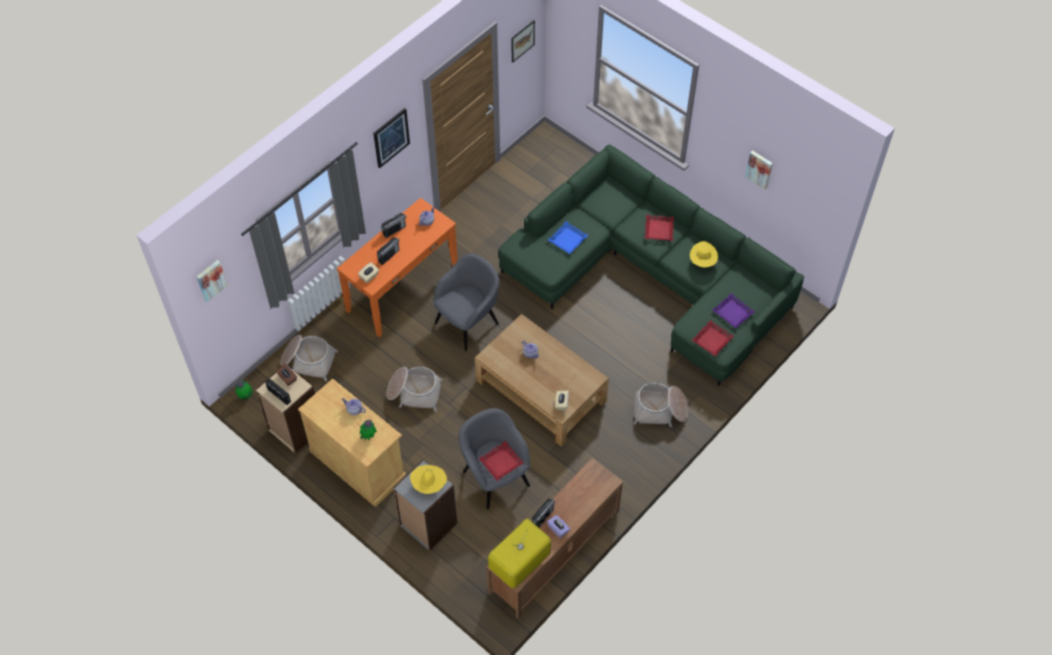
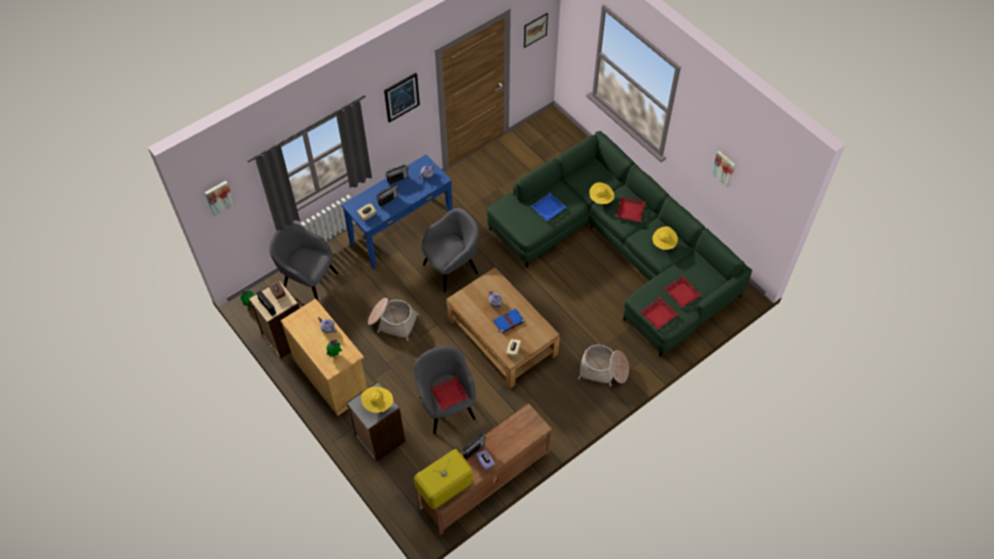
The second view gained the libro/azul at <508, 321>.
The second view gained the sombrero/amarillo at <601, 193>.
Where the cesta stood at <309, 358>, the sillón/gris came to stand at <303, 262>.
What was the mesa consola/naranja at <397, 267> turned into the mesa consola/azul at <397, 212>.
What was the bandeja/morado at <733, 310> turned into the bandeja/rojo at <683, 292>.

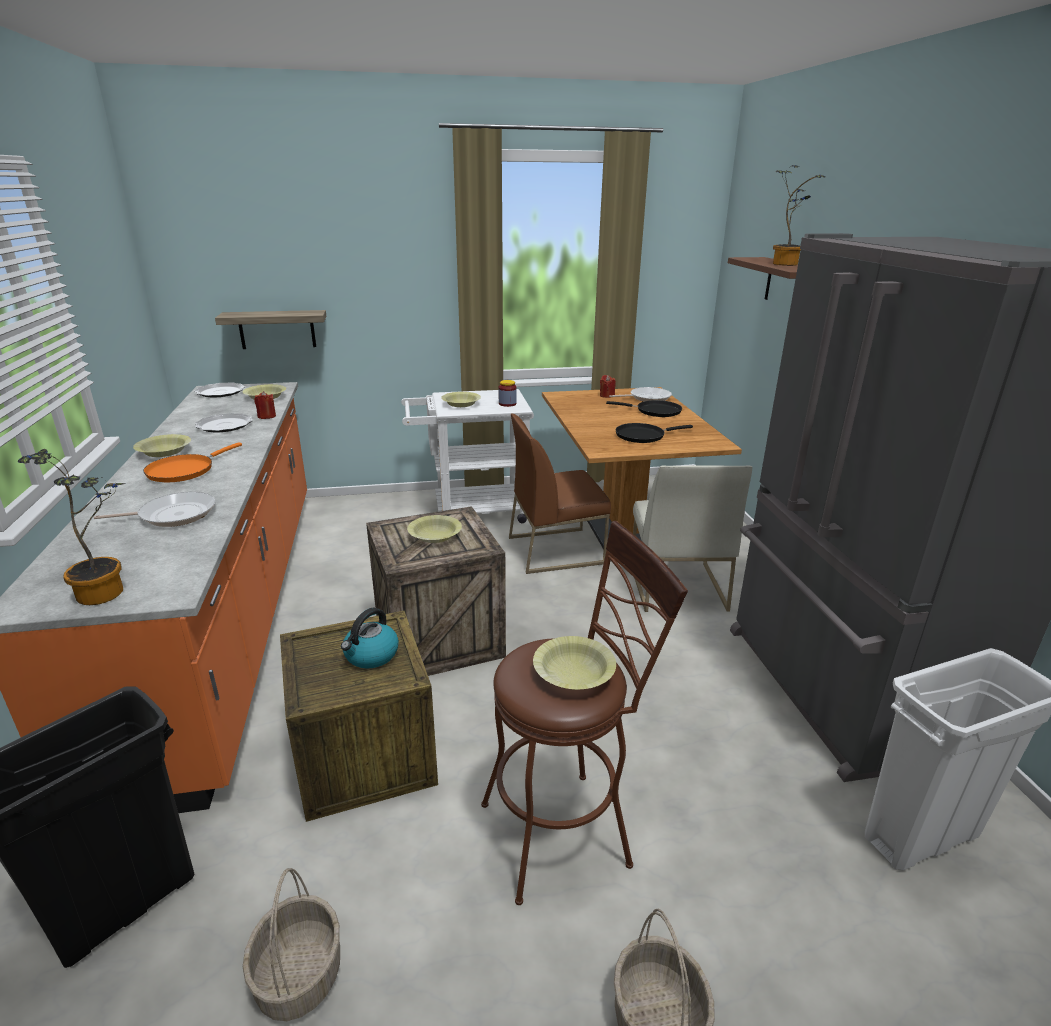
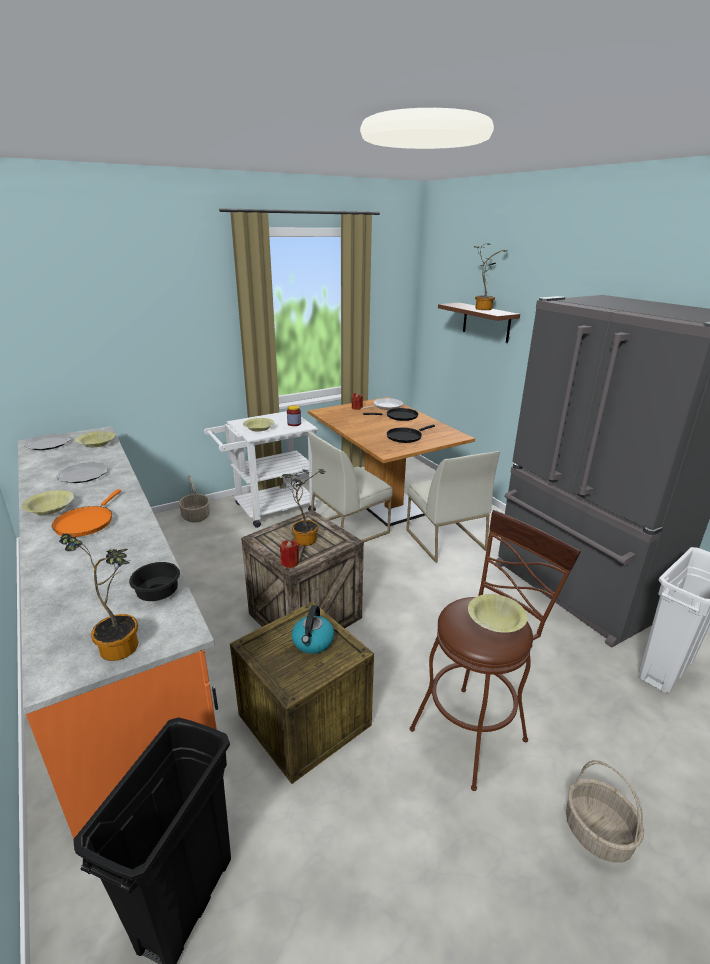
The second view lost the sartén at <154, 509>.
The second view lost the estante at <271, 329>.
The second view gained the cuenco/negro at <154, 581>.
The cesta ended up elsewhere, having gone from <291, 944> to <194, 499>.
The vela/rojo ended up elsewhere, having gone from <265, 405> to <289, 554>.
Where the cuenco/amarillo stood at <434, 529>, the planta en maceta came to stand at <303, 507>.
What was the silla/marrón at <560, 494> turned into the silla/blanco at <350, 487>.

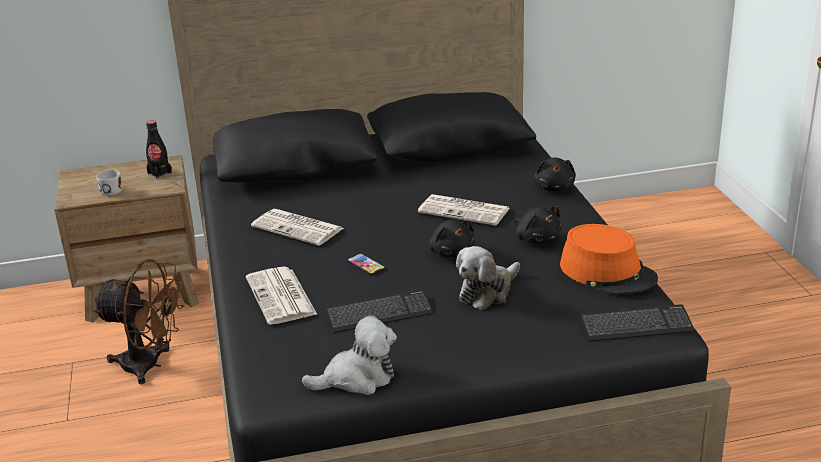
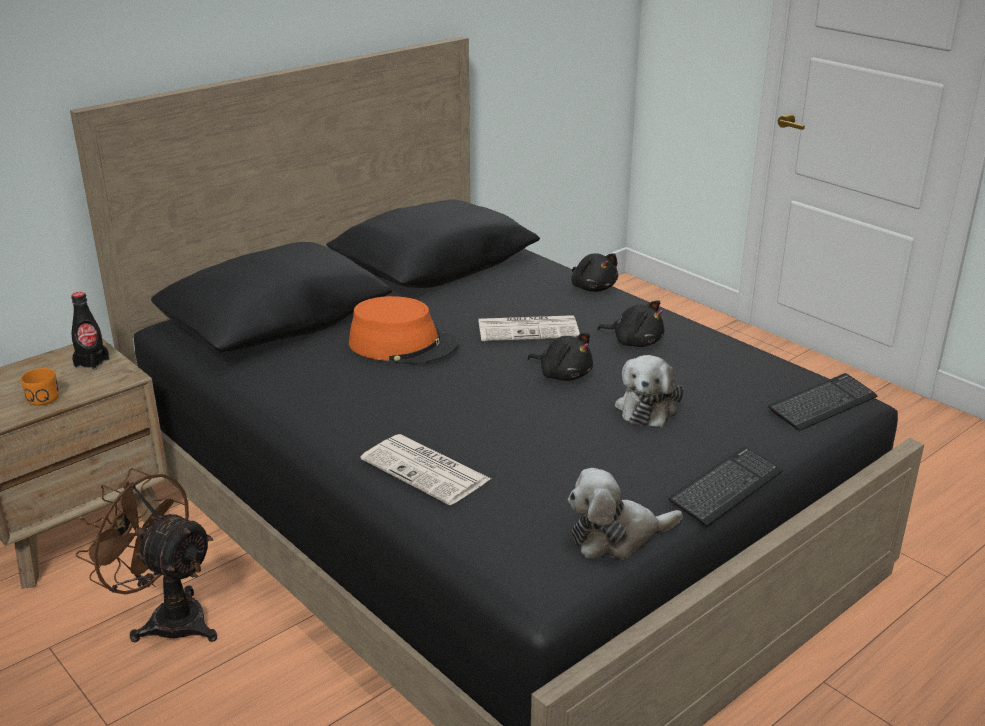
The second view lost the periódico at <297, 227>.
The second view lost the móvil at <366, 264>.
The teclado ended up elsewhere, having gone from <379, 311> to <725, 486>.
The sombrero/naranja ended up elsewhere, having gone from <609, 259> to <404, 330>.
What was the taza grande/blanco at <109, 183> turned into the taza grande/naranja at <40, 387>.
The ventilador/marrón at <138, 321> ended up facing another way, 135 degrees counterclockwise from before.
The peluche at <349, 355> ended up facing another way, 150 degrees counterclockwise from before.

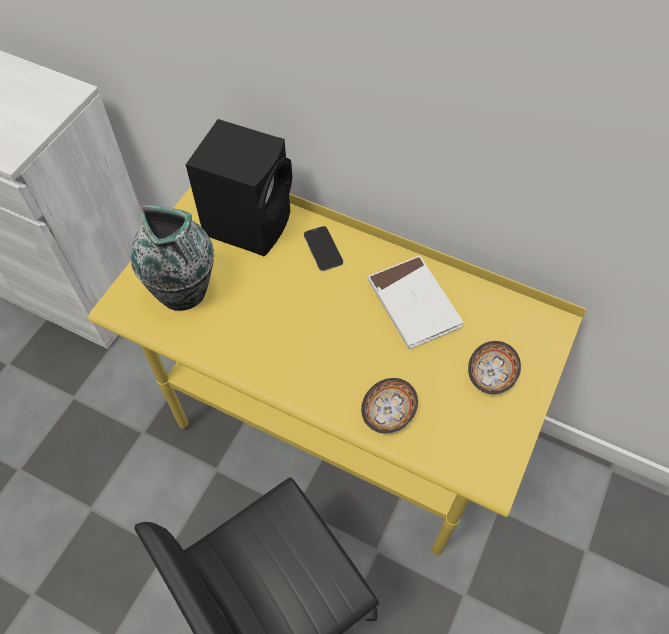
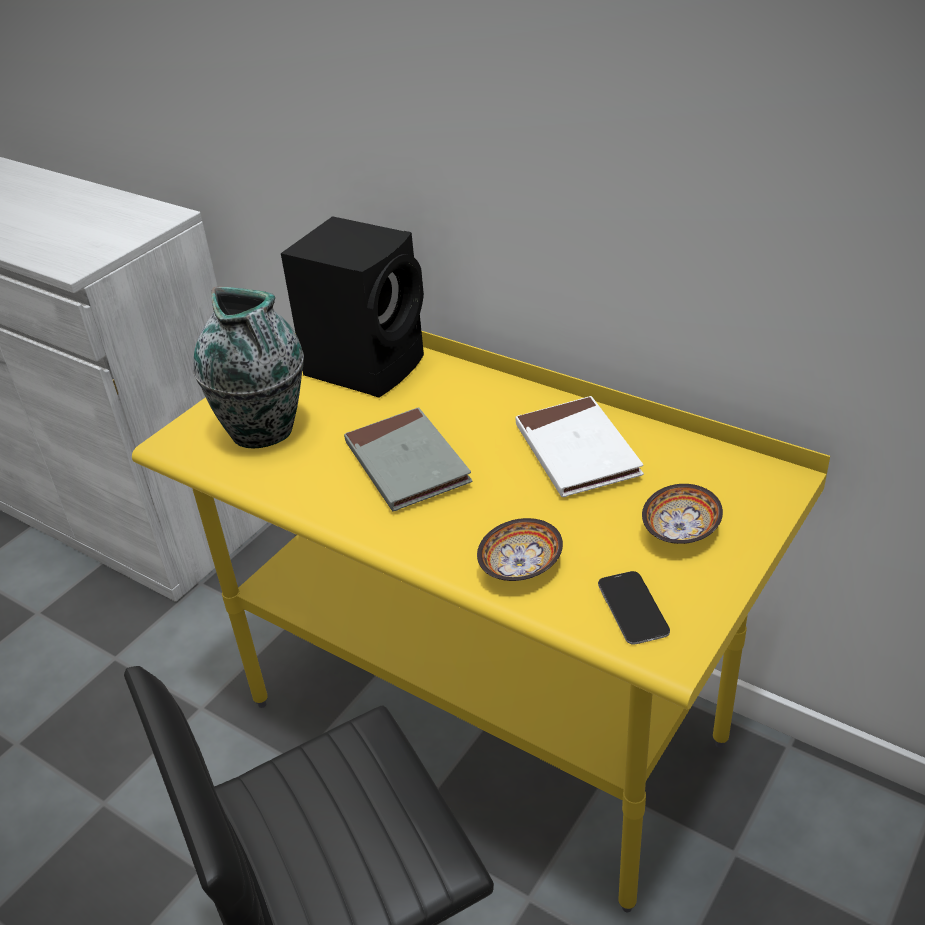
The second view gained the libro/gris at <408, 459>.
The móvil ended up elsewhere, having gone from <323, 248> to <634, 608>.

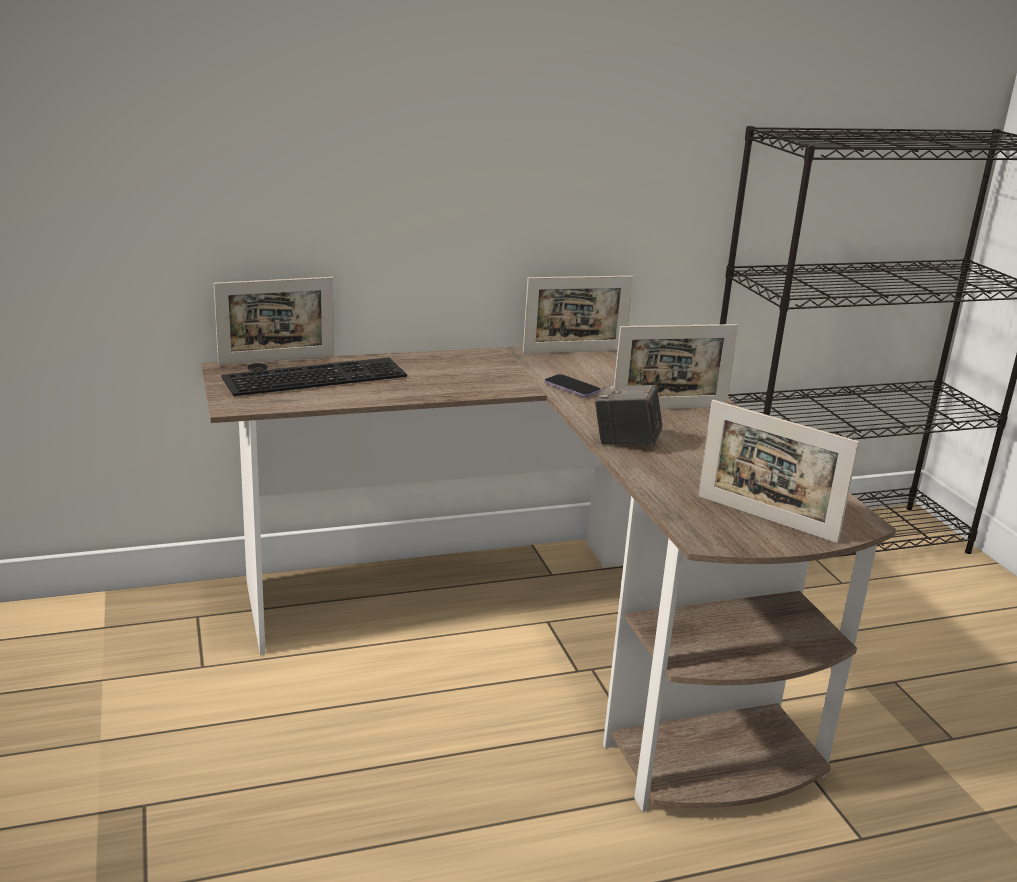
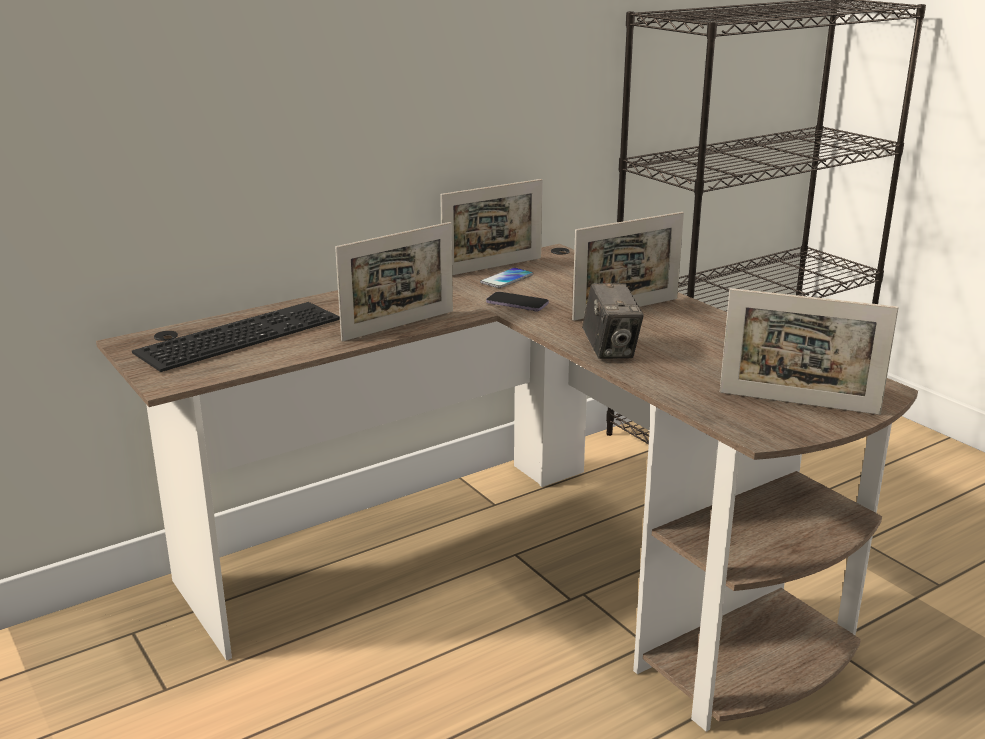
The second view gained the móvil at <506, 277>.
The portarretratos ended up elsewhere, having gone from <274, 321> to <394, 281>.
The cámara at <628, 415> ended up facing another way, 105 degrees counterclockwise from before.

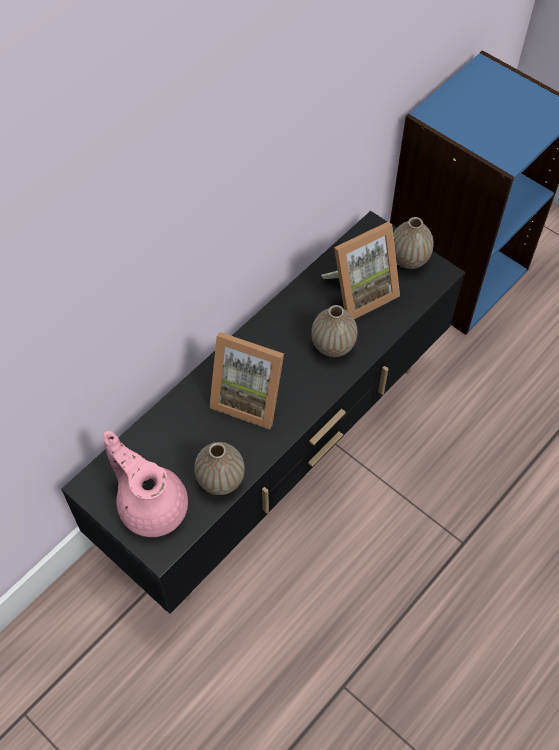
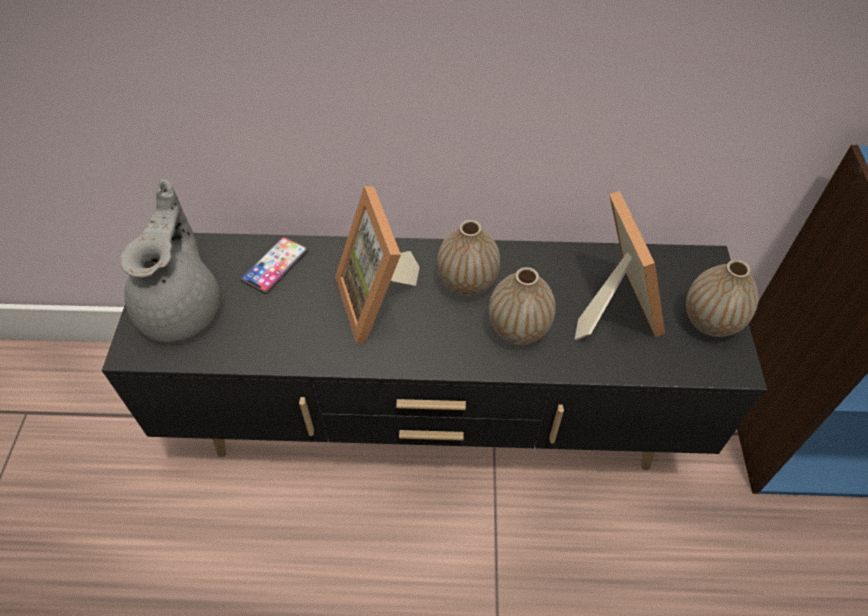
The second view gained the móvil at <274, 265>.
The florero ended up elsewhere, having gone from <219, 468> to <468, 258>.
What was the tetera/rosa at <145, 484> turned into the tetera/gris at <170, 260>.
The portarretratos at <360, 270> ended up facing another way, 120 degrees counterclockwise from before.

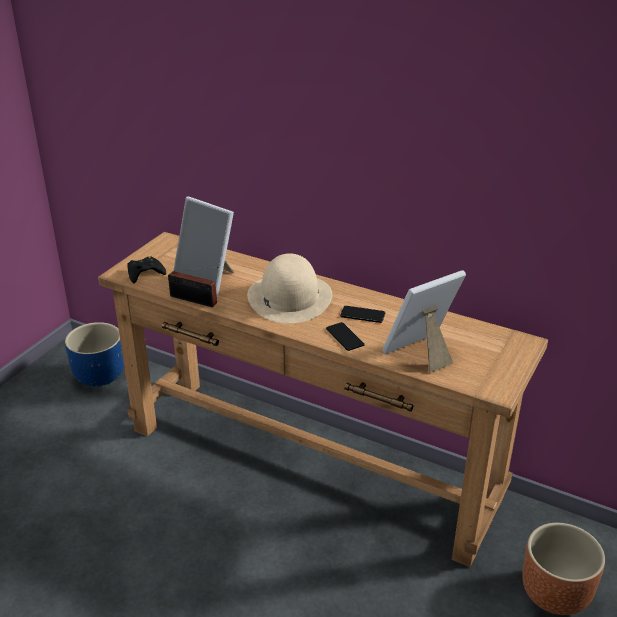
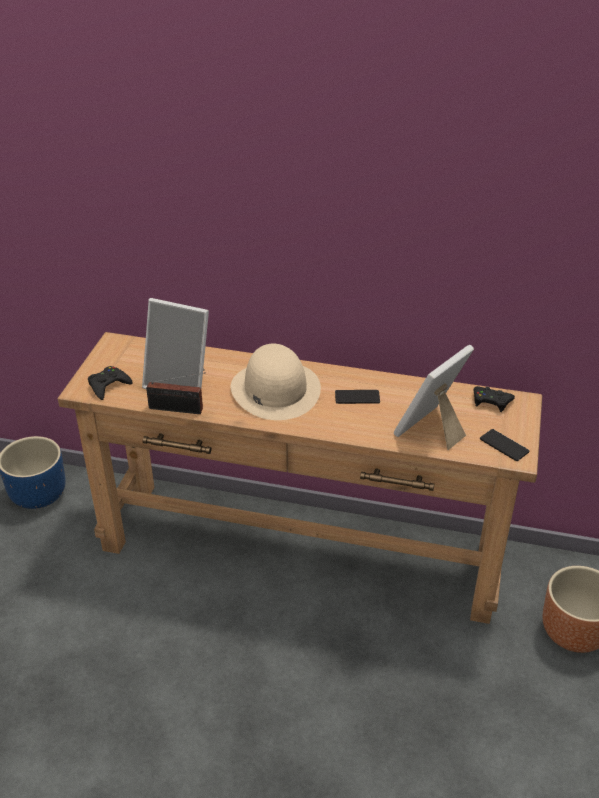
The second view gained the mando de consola/negro at <494, 399>.
The móvil ended up elsewhere, having gone from <345, 336> to <505, 445>.

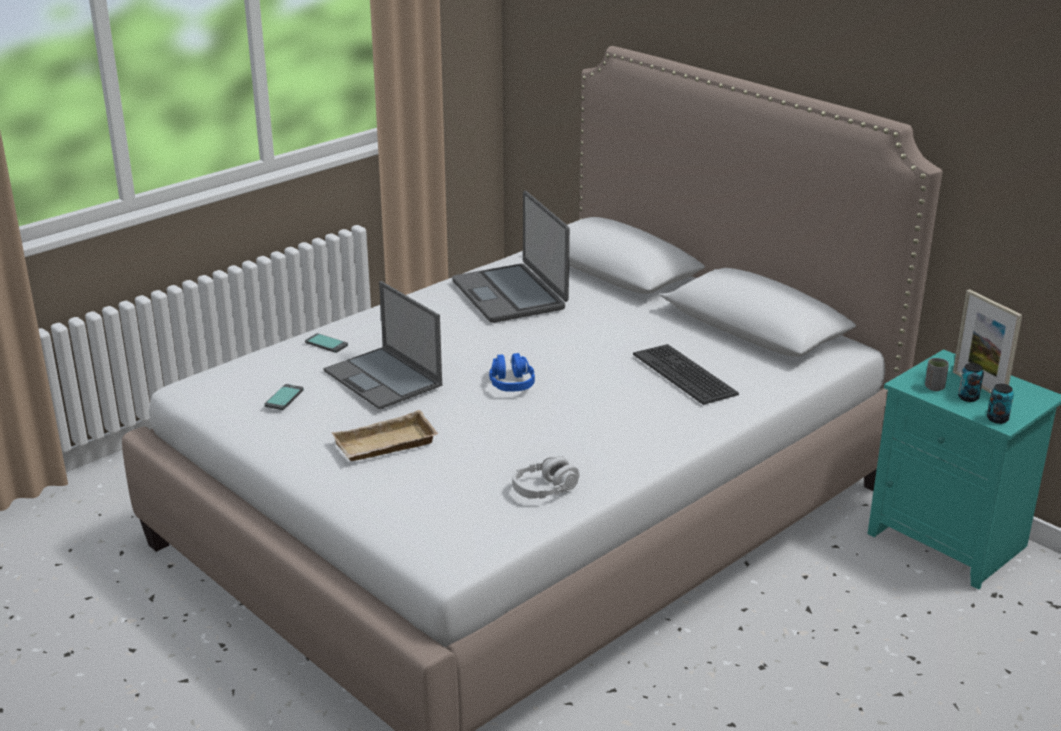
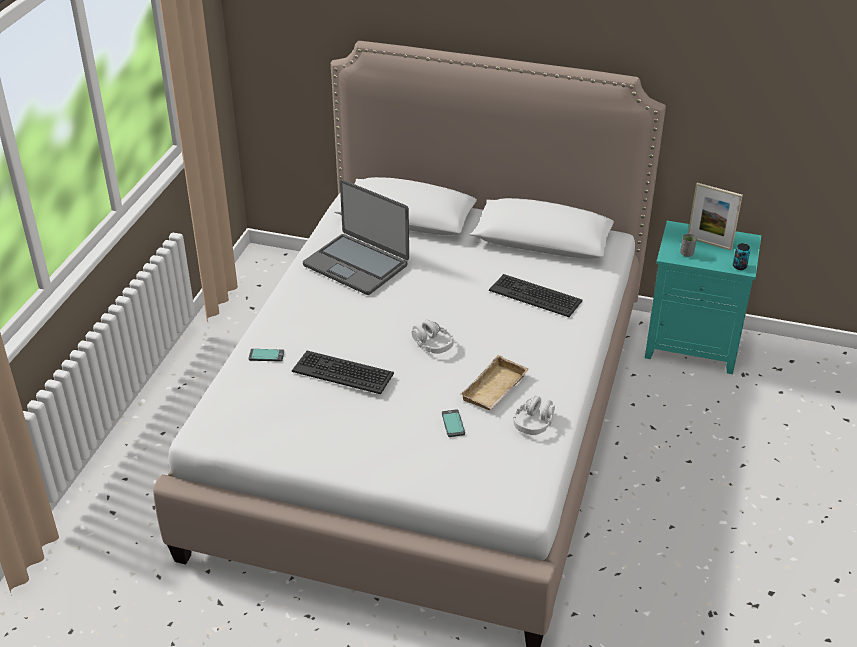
The second view lost the lata at <971, 382>.
The móvil ended up elsewhere, having gone from <284, 397> to <453, 423>.
The bandeja/beis ended up elsewhere, having gone from <384, 435> to <495, 382>.
Where the portátil stood at <382, 345>, the teclado came to stand at <343, 372>.
What was the auriculares/azul at <512, 372> turned into the auriculares/gris at <432, 336>.

